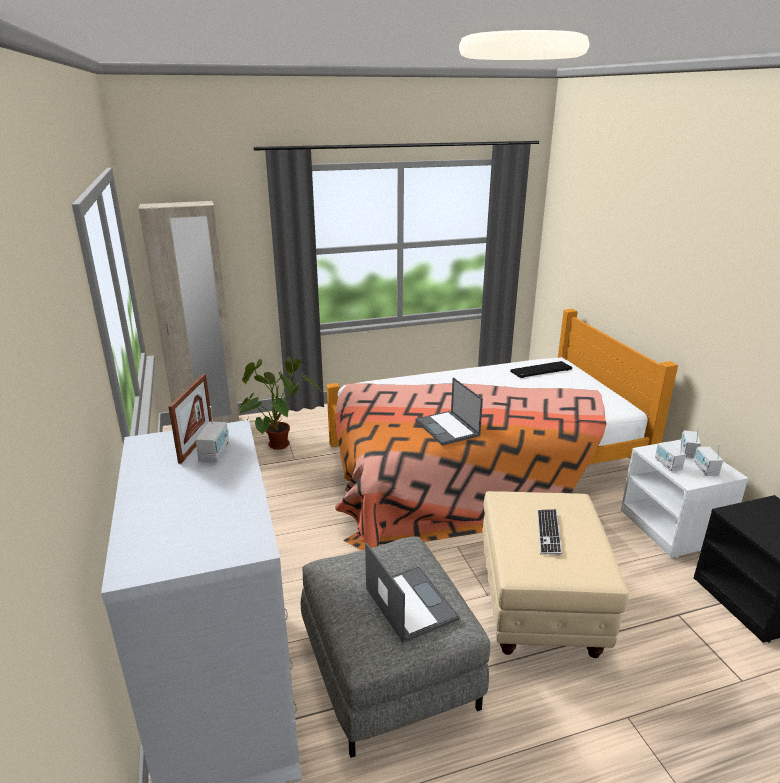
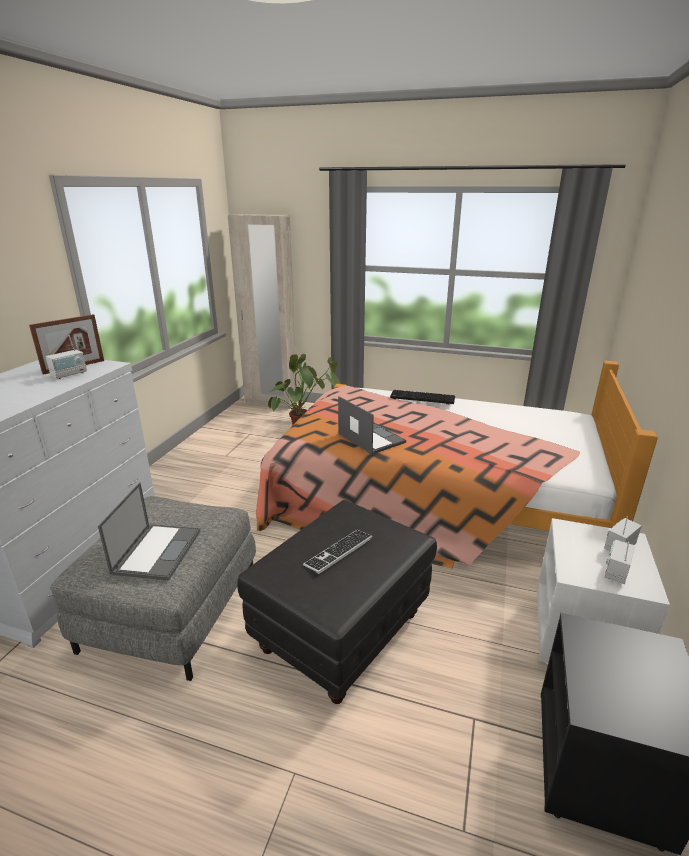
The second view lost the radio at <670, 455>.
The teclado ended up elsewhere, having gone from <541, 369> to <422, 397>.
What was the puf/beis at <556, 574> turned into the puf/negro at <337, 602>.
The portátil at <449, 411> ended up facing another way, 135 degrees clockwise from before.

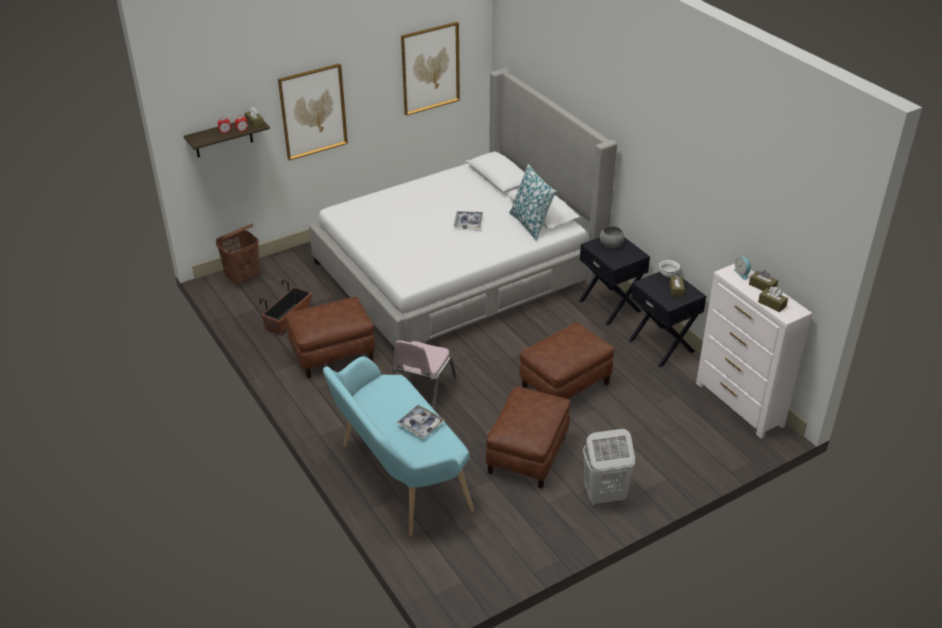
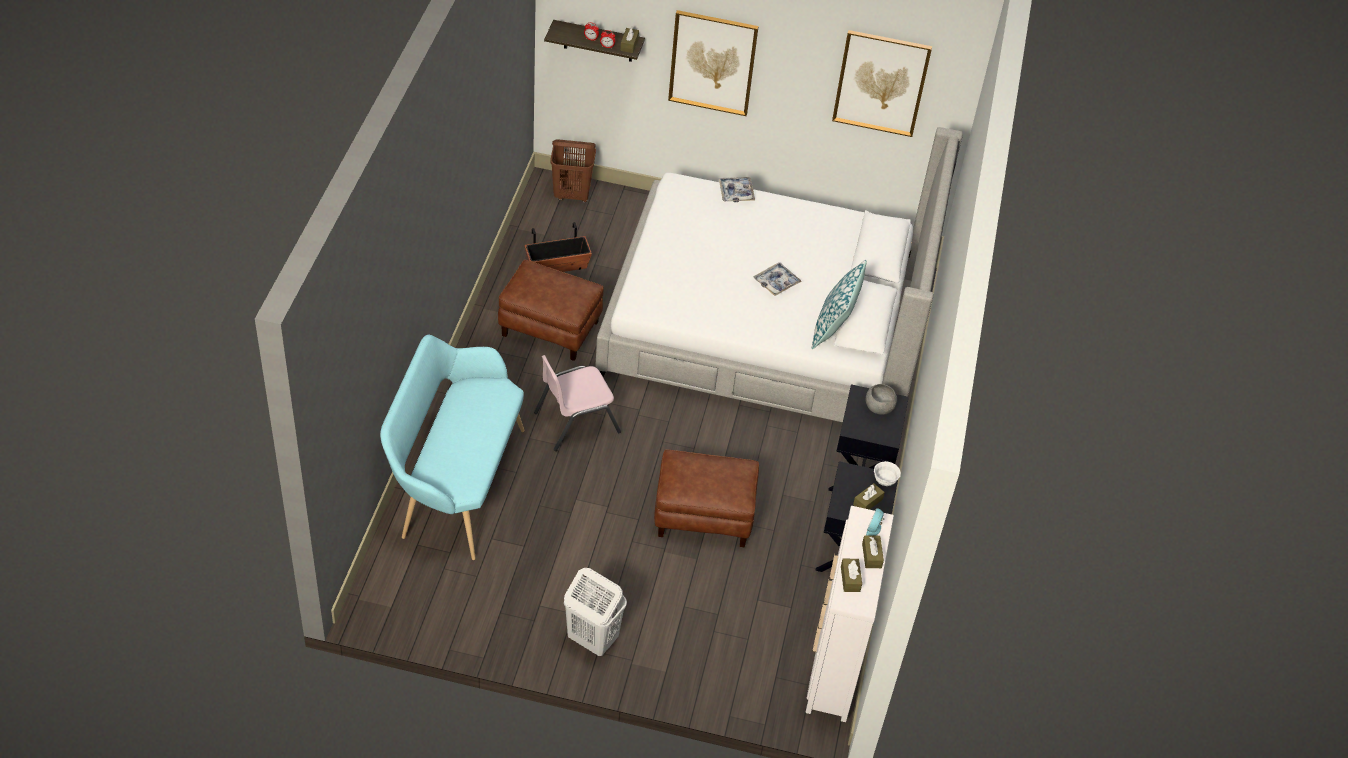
The second view lost the puf/marrón at <528, 437>.
The bandeja ended up elsewhere, having gone from <420, 421> to <737, 189>.

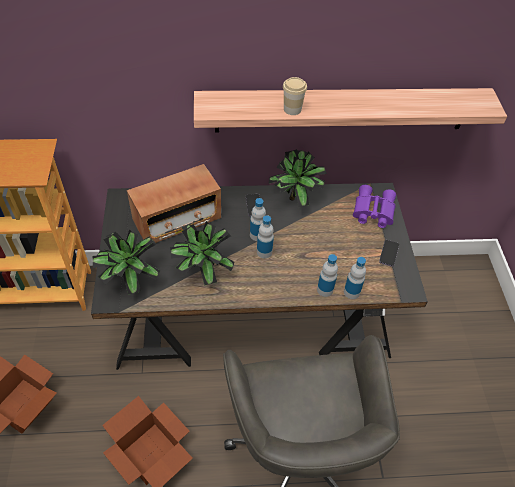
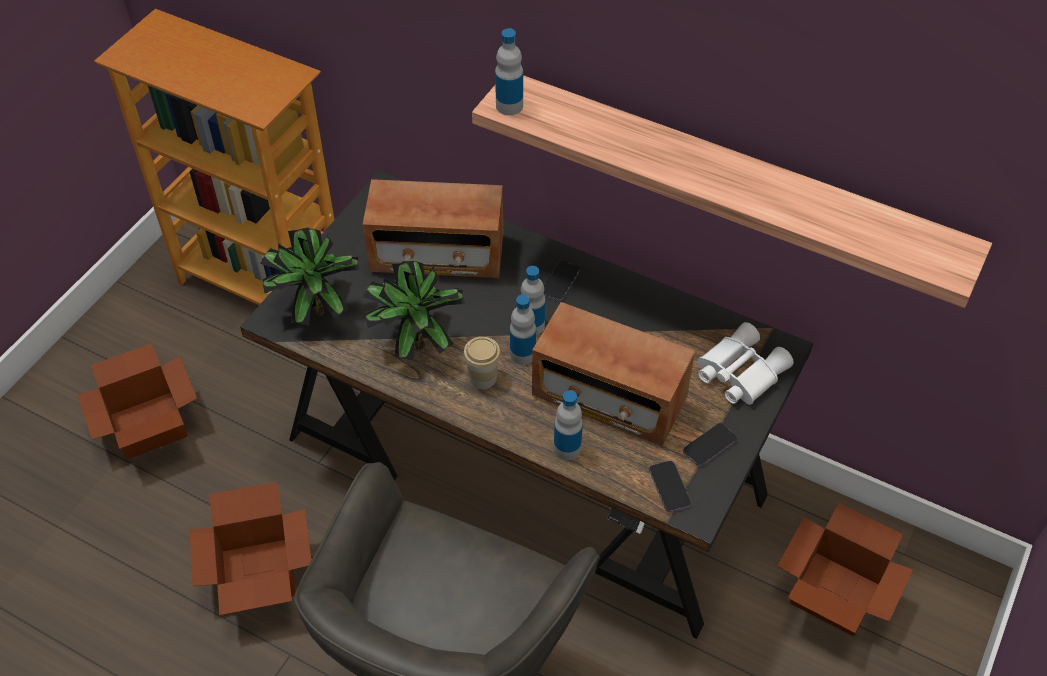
The second view lost the planta en maceta at <298, 178>.
The second view gained the radio at <613, 374>.
The second view gained the móvil at <670, 486>.
The second view gained the caja de cartón at <845, 569>.
The taza ended up elsewhere, having gone from <295, 96> to <482, 363>.
The botella ended up elsewhere, having gone from <355, 278> to <509, 71>.
What was the prismáticos/morado at <374, 206> turned into the prismáticos/blanco at <745, 363>.

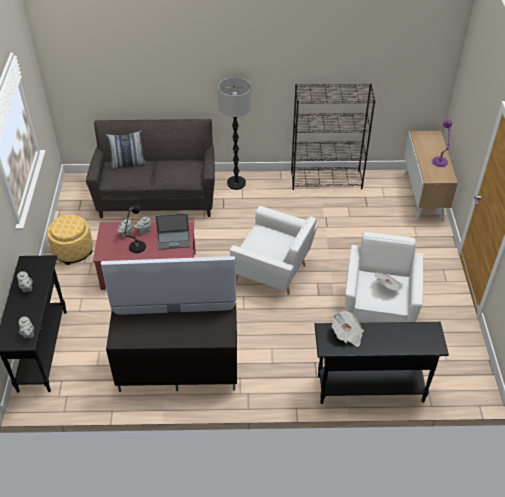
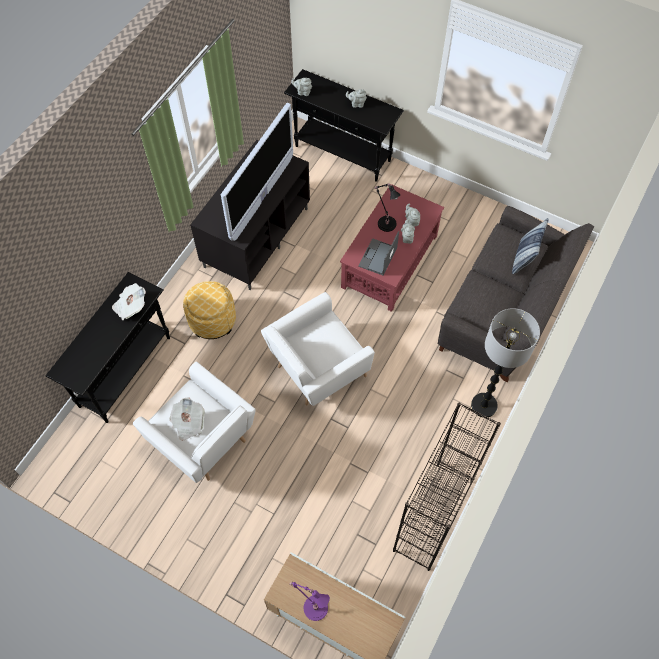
The puf ended up elsewhere, having gone from <70, 239> to <209, 310>.

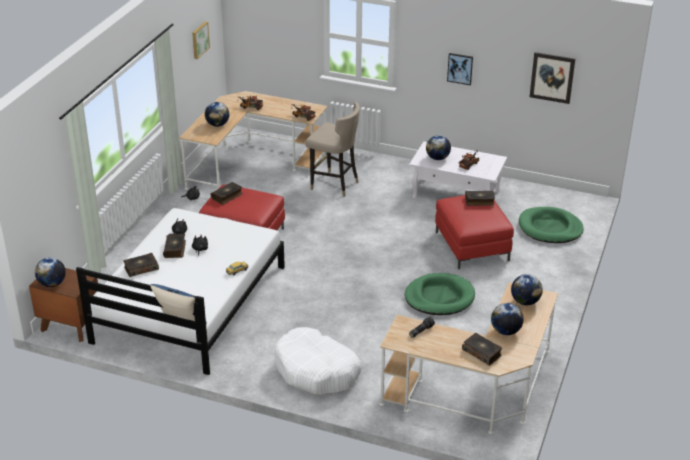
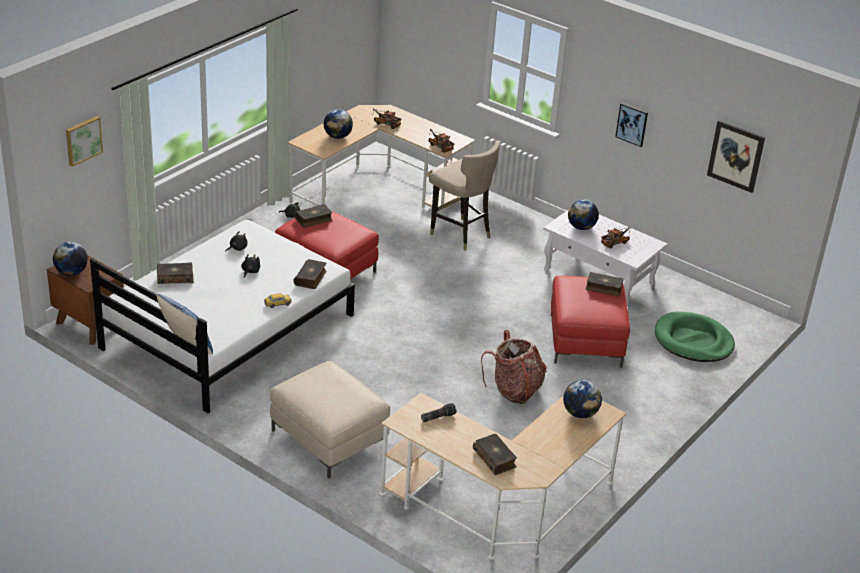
The second view lost the globo terráqueo at <507, 319>.
The libro ended up elsewhere, having gone from <174, 246> to <310, 274>.
The cuadro ended up elsewhere, having gone from <201, 40> to <84, 141>.
Where the cama para perro/blanco stood at <318, 361>, the puf/beis came to stand at <330, 419>.
Where the cama para perro/verde stood at <440, 294>, the mochila came to stand at <514, 367>.

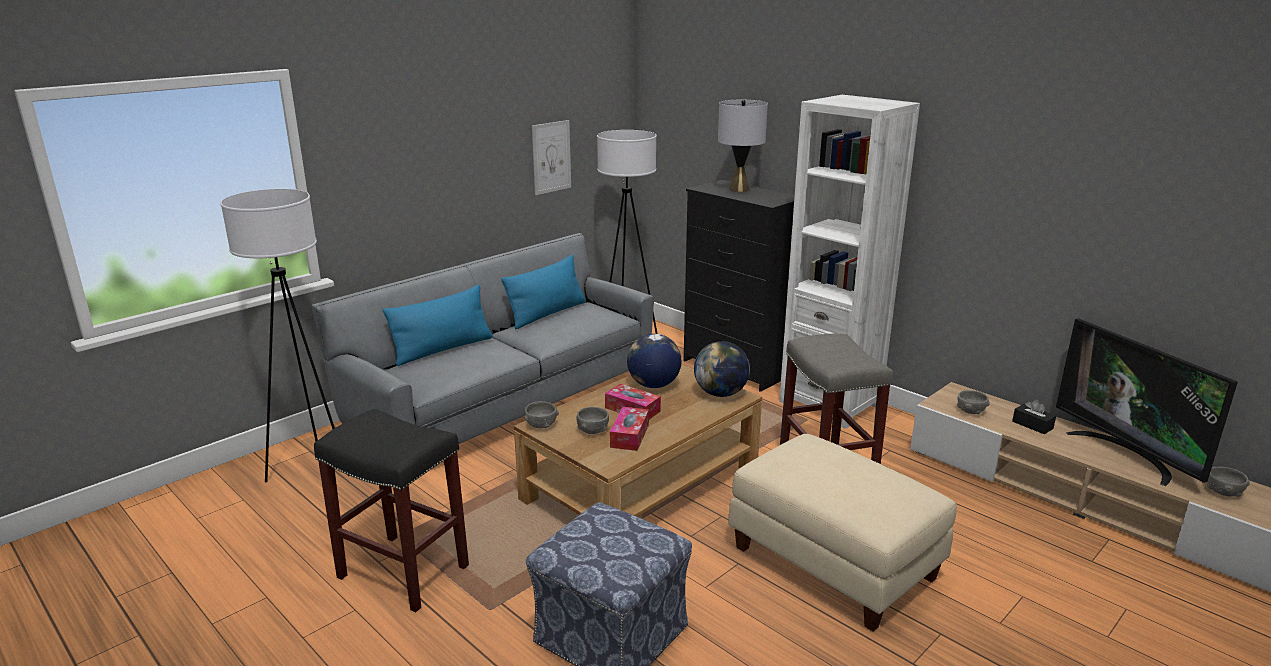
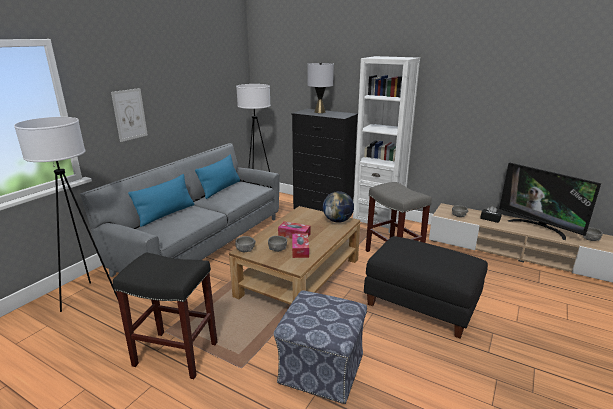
The second view lost the globo terráqueo at <654, 361>.
The cuadro ended up elsewhere, having gone from <551, 157> to <129, 115>.
What was the puf/beis at <842, 533> turned into the puf/negro at <426, 287>.

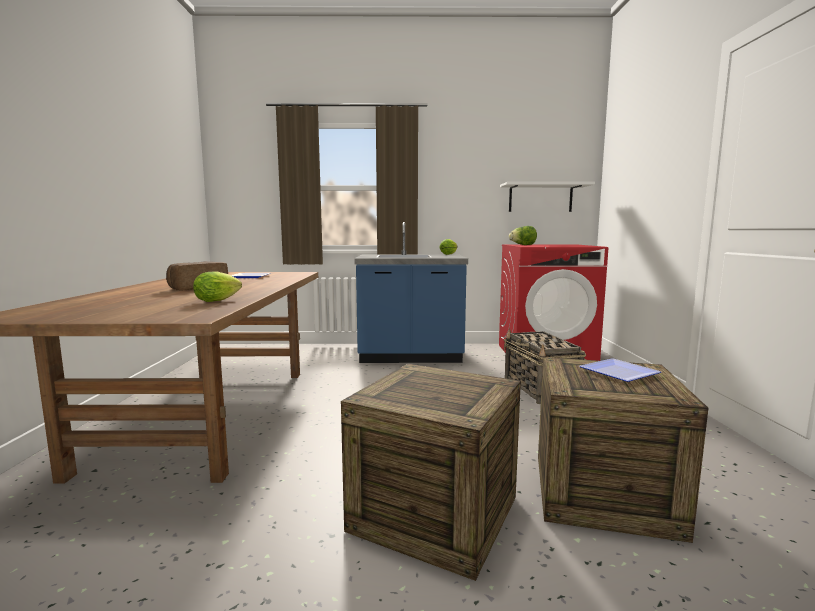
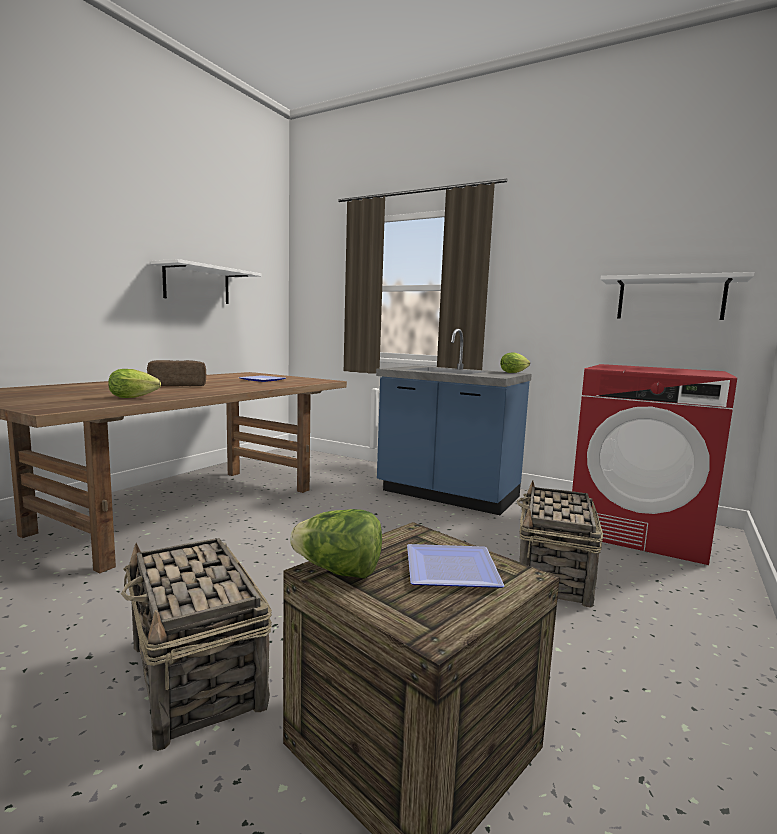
The second view gained the estante/blanco at <205, 281>.
The lechuga ended up elsewhere, having gone from <523, 235> to <336, 544>.
Where the caja de embalaje stood at <431, 472>, the cesta came to stand at <196, 644>.

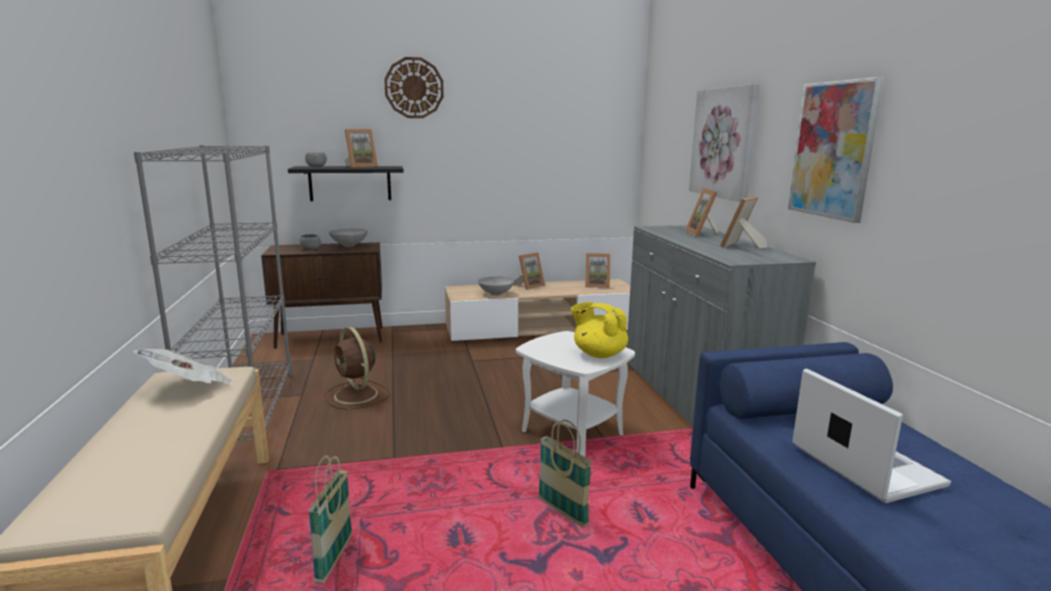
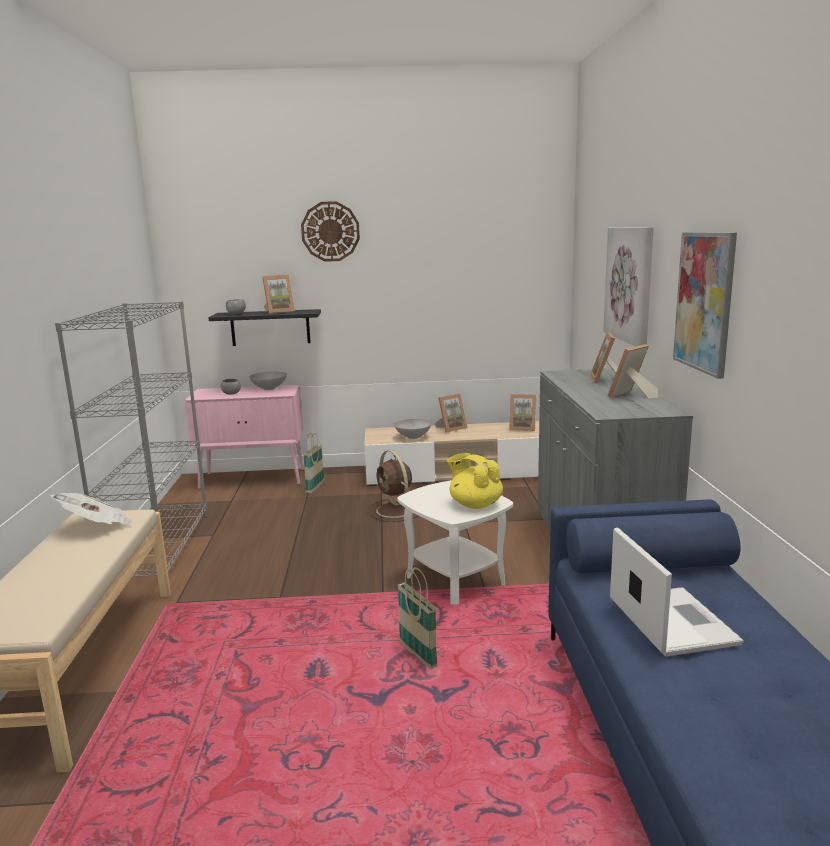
The cesta ended up elsewhere, having gone from <330, 519> to <313, 463>.
The ventilador/marrón ended up elsewhere, having gone from <357, 368> to <393, 486>.
What was the armario/marrón at <322, 295> turned into the armario/rosa at <245, 437>.

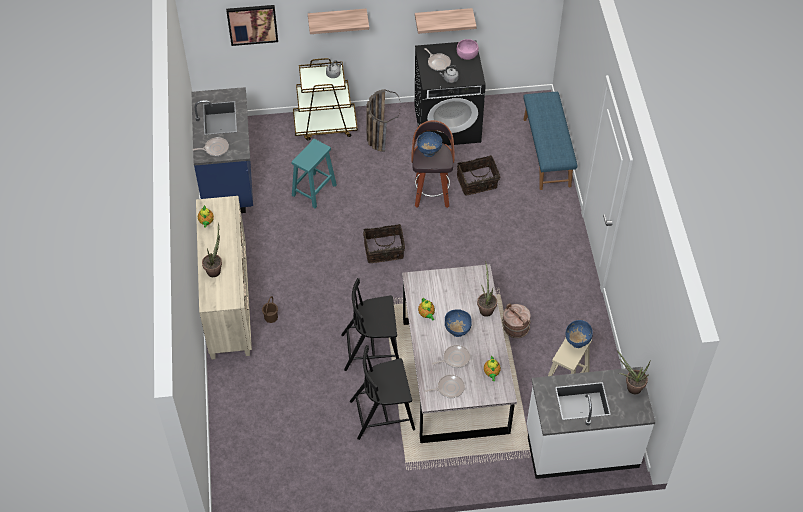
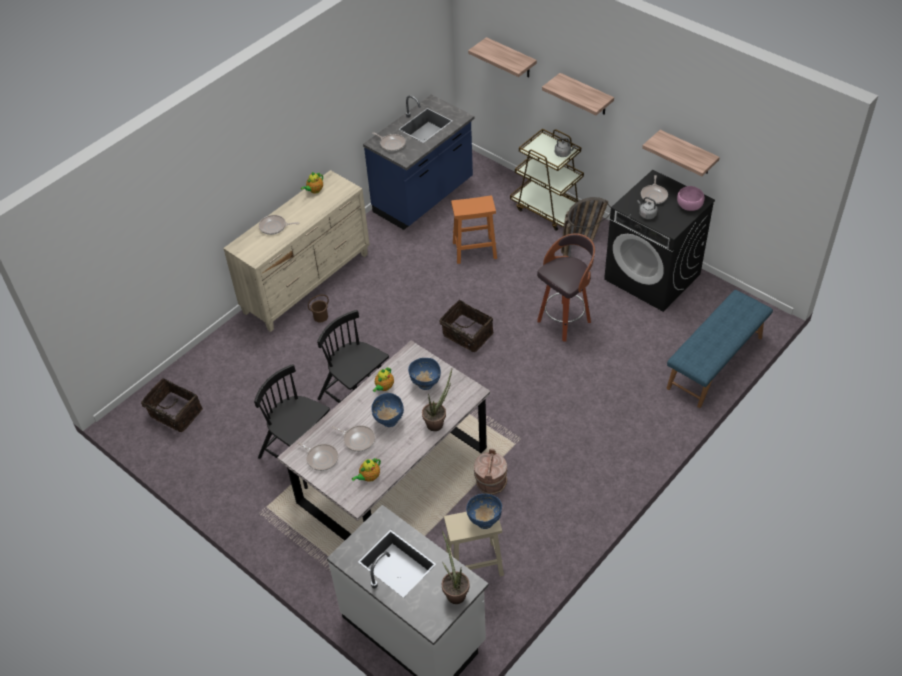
The cuenco/azul ended up elsewhere, having gone from <429, 144> to <424, 374>.
The cesta ended up elsewhere, having gone from <478, 175> to <172, 405>.
Where the planta en maceta stood at <212, 250>, the sartén came to stand at <279, 225>.
Where the cuadro hung at <252, 25>, the estante came to hang at <502, 57>.
What was the taburete/turquesa at <314, 173> turned into the taburete/naranja at <474, 229>.

